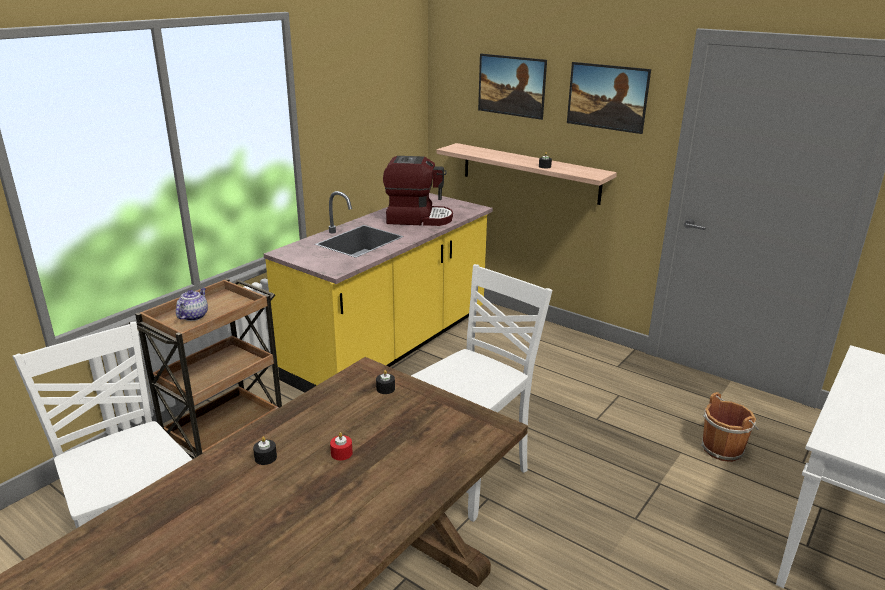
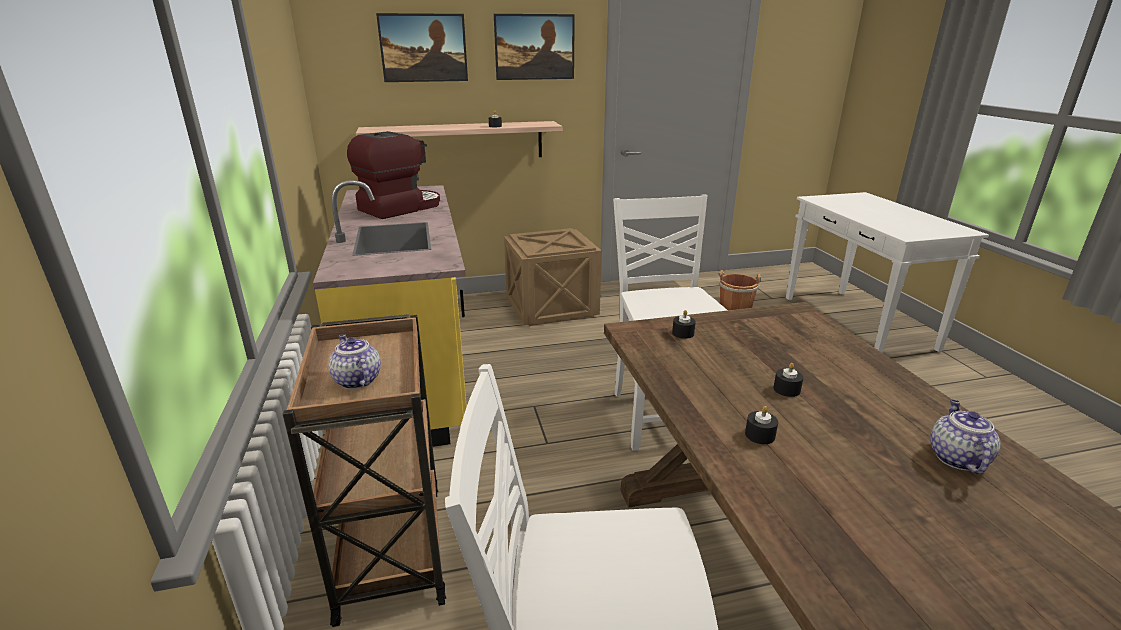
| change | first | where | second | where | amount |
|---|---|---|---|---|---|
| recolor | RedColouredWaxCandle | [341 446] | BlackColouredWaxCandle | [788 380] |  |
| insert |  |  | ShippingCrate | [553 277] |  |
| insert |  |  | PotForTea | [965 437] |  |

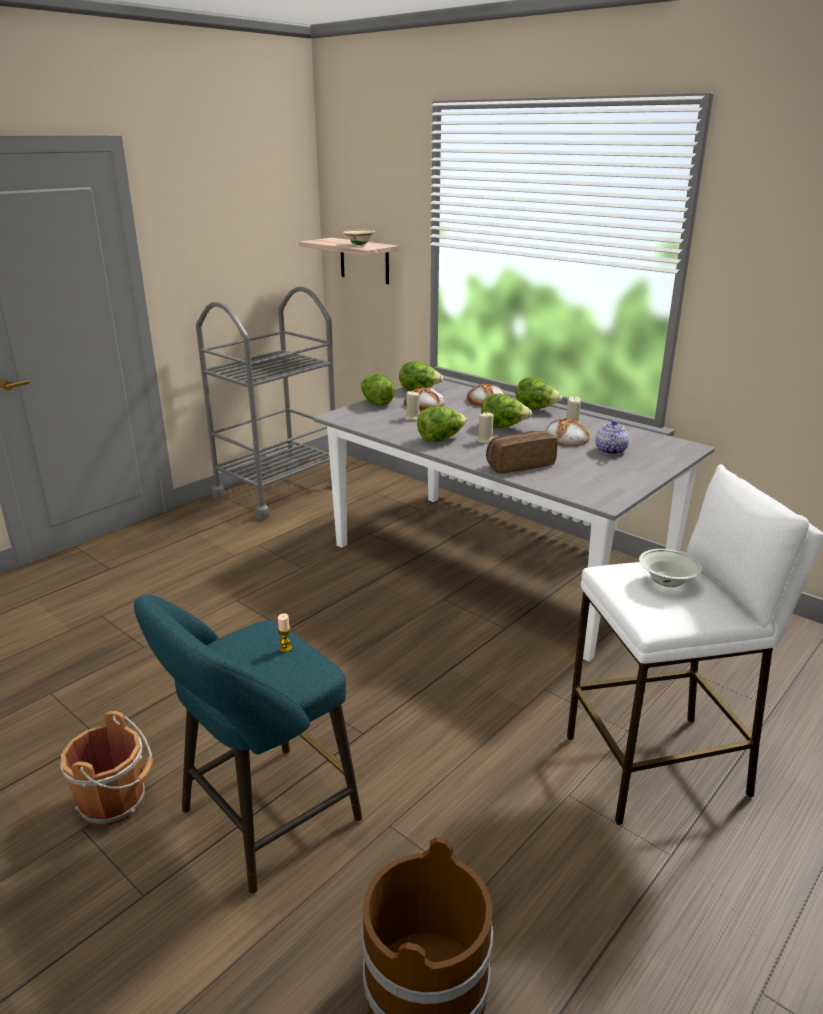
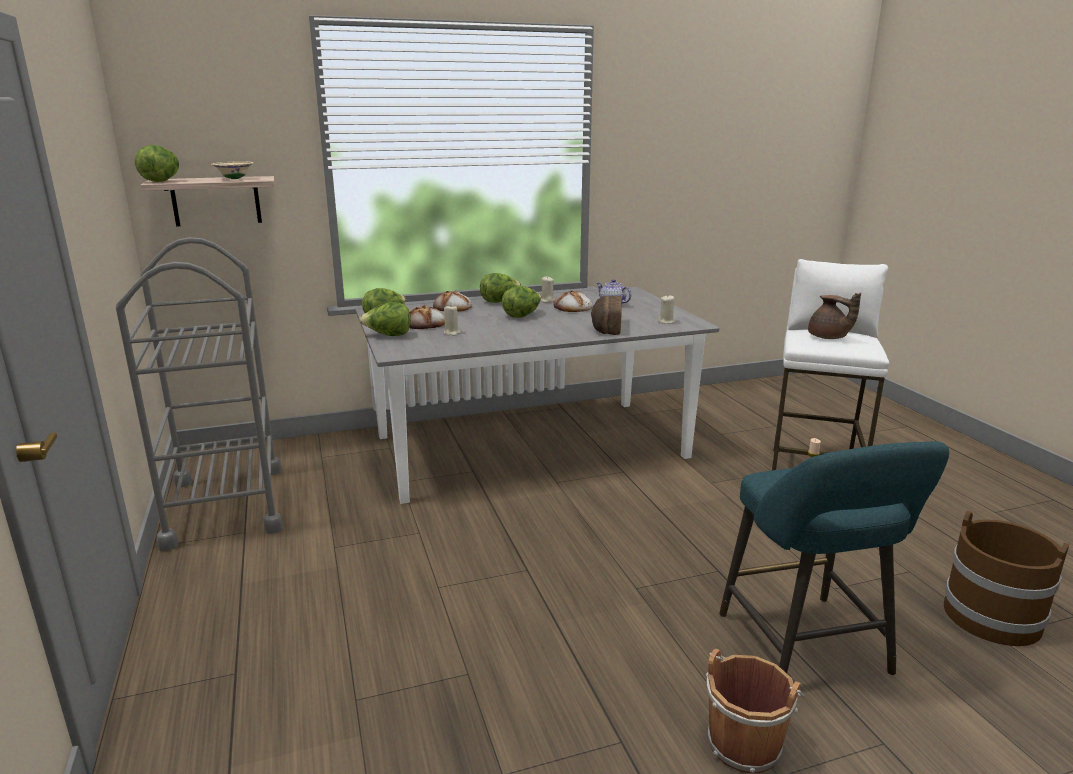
| change | first | where | second | where | amount |
|---|---|---|---|---|---|
| move | HeadOfLettuce | [442 424] |  | [157 163] |  |
| move | BeigeColouredWaxCandle | [485 428] |  | [666 310] |  |
| replace | WhitishDeepDish | [670 568] | BrownishPotForTea | [834 316] |  |

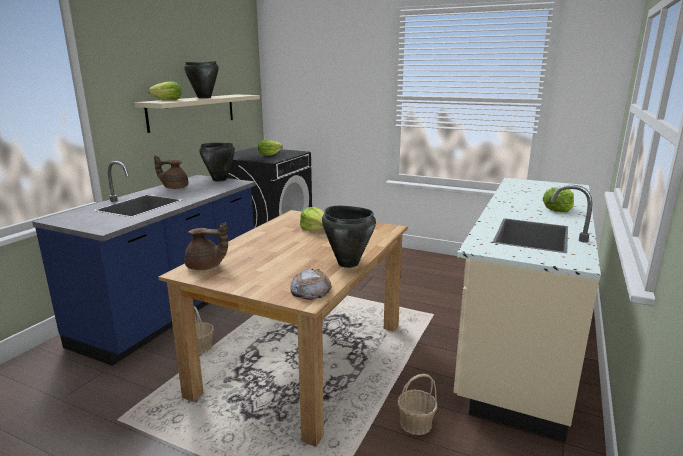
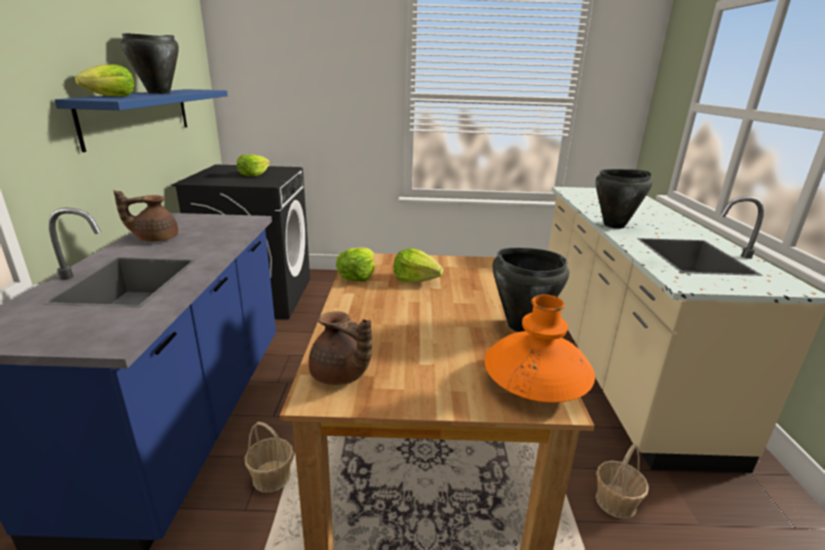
| change | first | where | second | where | amount |
|---|---|---|---|---|---|
| recolor | BeigeColouredBracketShelf | [197 113] | BlueColouredBracketShelf | [141 120] |  |
| move | BlackColouredCookingPot | [217 162] |  | [624 199] |  |
| move | HeadOfLettuce | [558 199] |  | [355 265] |  |
| rotate | BrownishPotForTea | [206 246] |  | [340 348] | 60 degrees clockwise |
| replace | Bread | [311 284] | OrangeDecorativeVase | [539 349] |  |

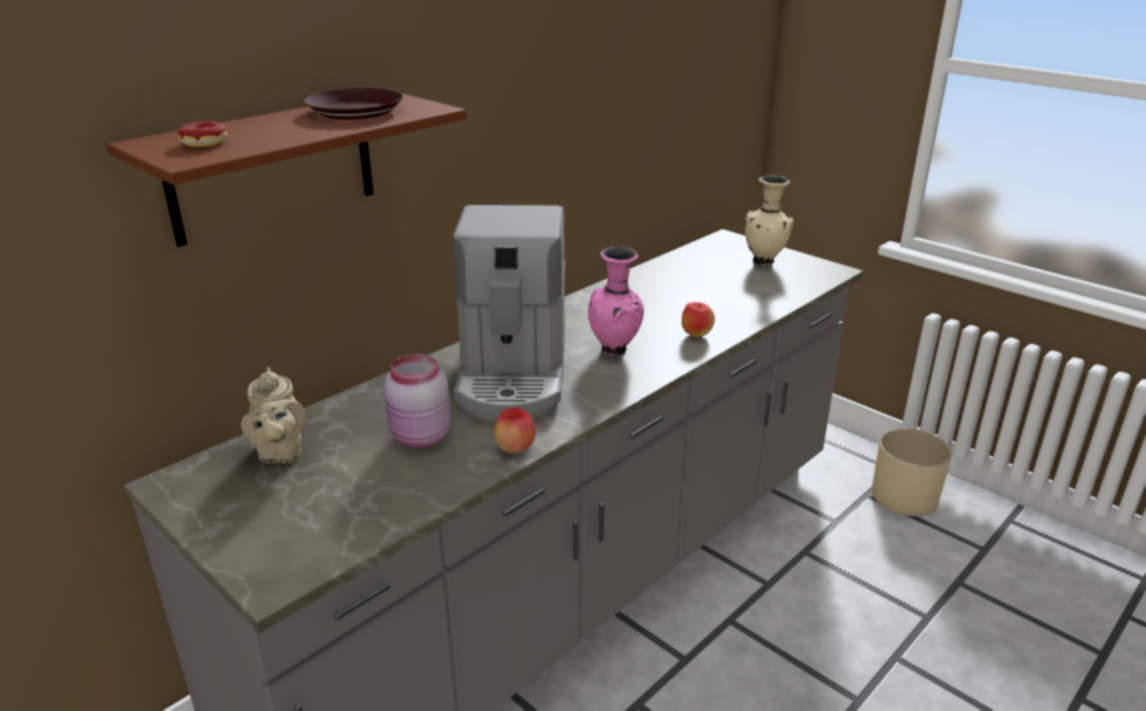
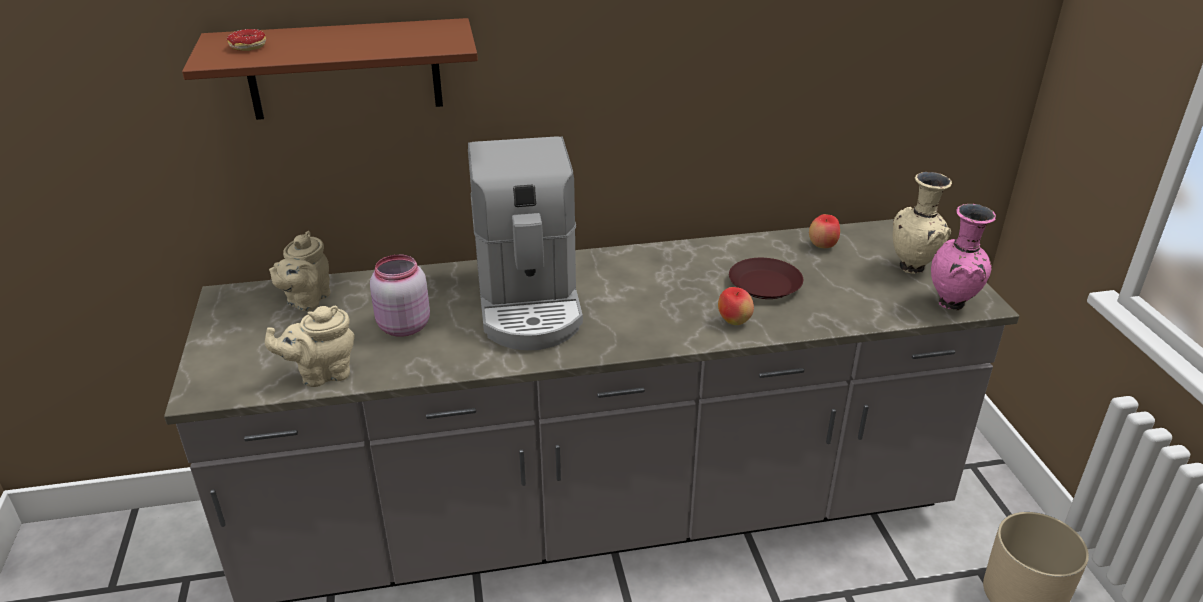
| change | first | where | second | where | amount |
|---|---|---|---|---|---|
| move | BrownishFlatDish | [354 104] |  | [766 278] |  |
| rotate | CoffeeMaker | [509 314] |  | [525 243] | 45 degrees counterclockwise |
| move | PinkishDecorativeVase | [616 301] |  | [963 257] |  |
| move | AppleFruit | [514 430] |  | [824 231] |  |
| insert |  |  | BeigeColouredPotForTea | [310 346] |  |

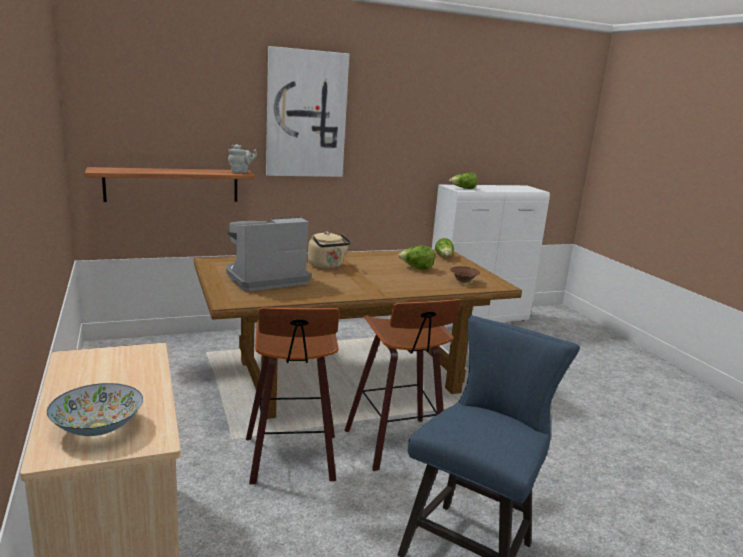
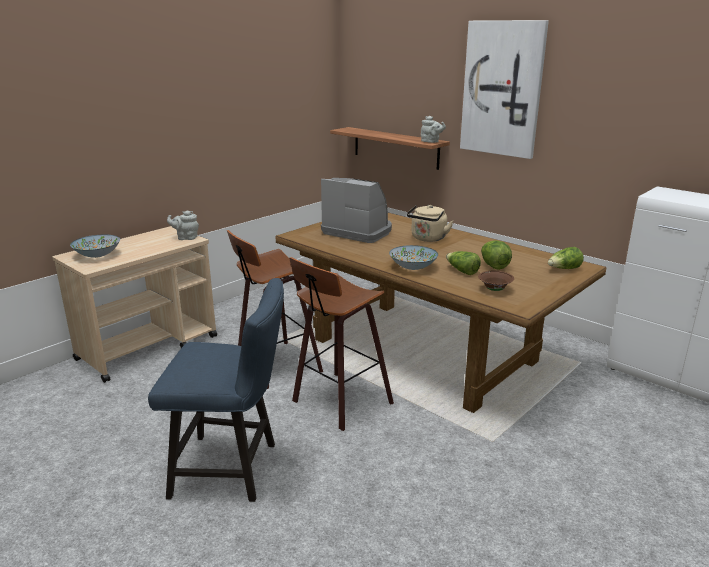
| change | first | where | second | where | amount |
|---|---|---|---|---|---|
| move | HeadOfLettuce | [463 181] |  | [463 263] |  |
| insert |  |  | GrayPotForTea | [183 225] |  |
| insert |  |  | DeepDish | [413 257] |  |

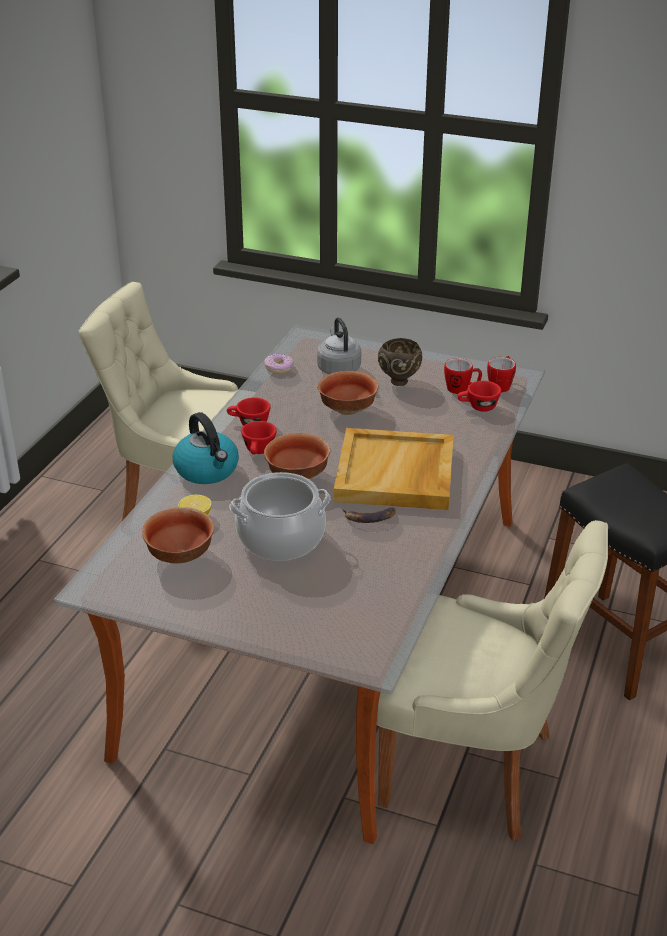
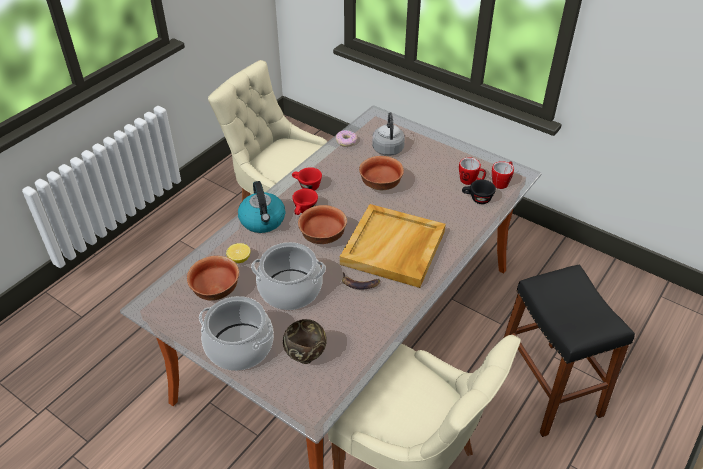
| change | first | where | second | where | amount |
|---|---|---|---|---|---|
| move | BrownishDeepDish | [400 362] |  | [305 341] |  |
| recolor | RedColouredCup | [479 396] | BlackColouredCup | [479 192] |  |
| insert |  |  | CookingPot | [236 333] |  |

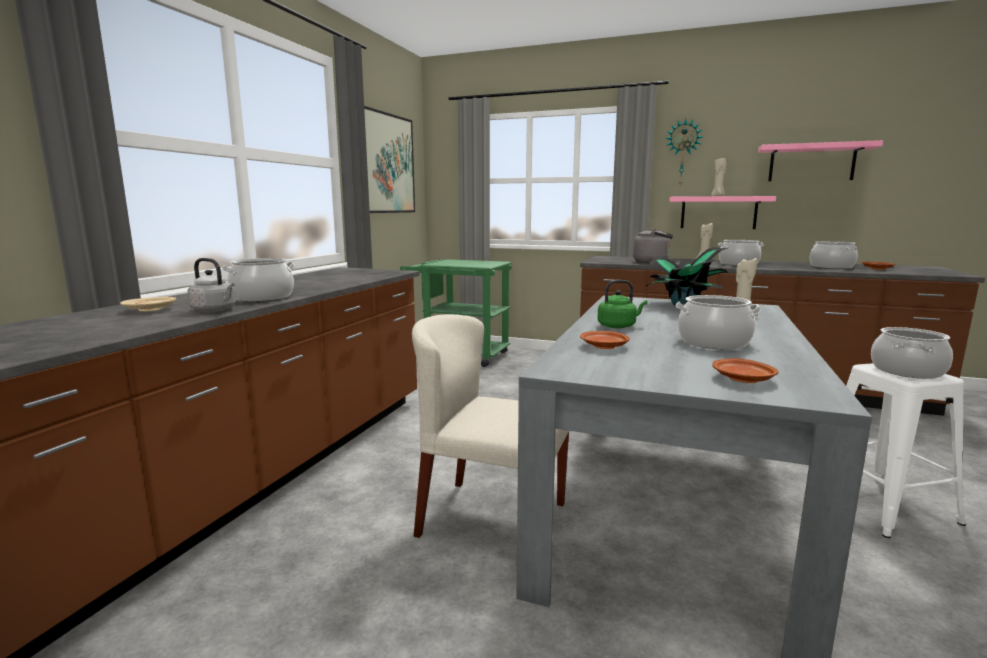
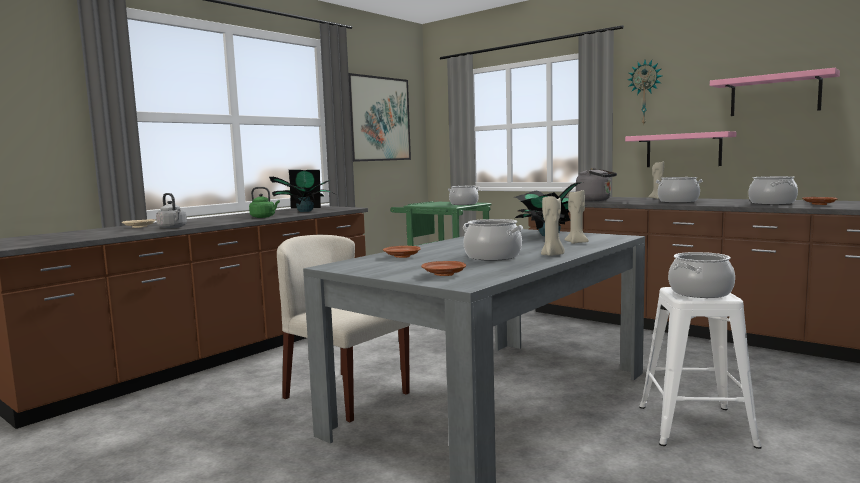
| change | first | where | second | where | amount |
|---|---|---|---|---|---|
| move | BeigeColouredWaxCandle | [718 177] |  | [553 225] |  |
| move | CookingPot | [259 280] |  | [463 195] |  |
| move | GreenTeaKettle | [622 304] |  | [264 202] |  |
| insert |  |  | Houseplant | [301 191] |  |

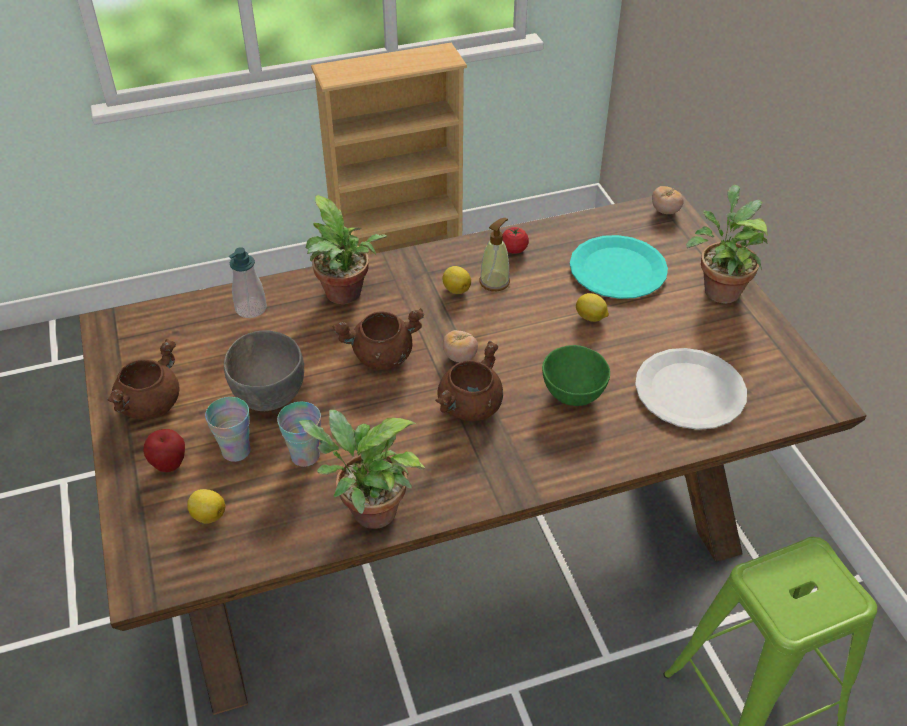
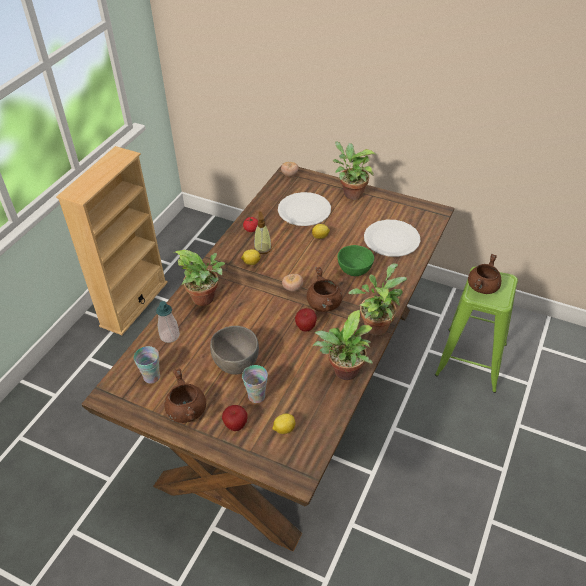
| change | first | where | second | where | amount |
|---|---|---|---|---|---|
| recolor | BlueGreenFlatDish | [619 267] | WhitishFlatDish | [304 209] |  |
| move | BrownishCookingPot | [378 339] |  | [484 274] |  |
| move | Cup | [299 434] |  | [147 365] |  |
| insert |  |  | Houseplant | [377 300] |  |
| insert |  |  | AppleFruit | [306 320] |  |

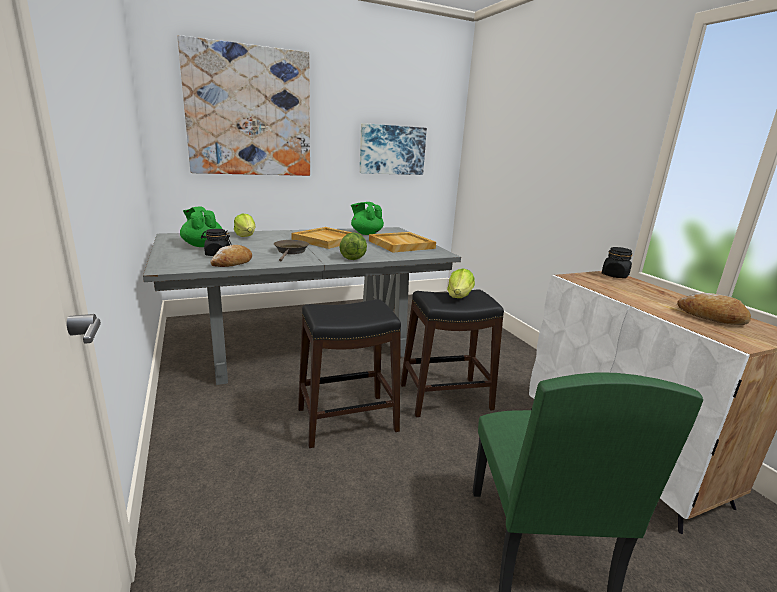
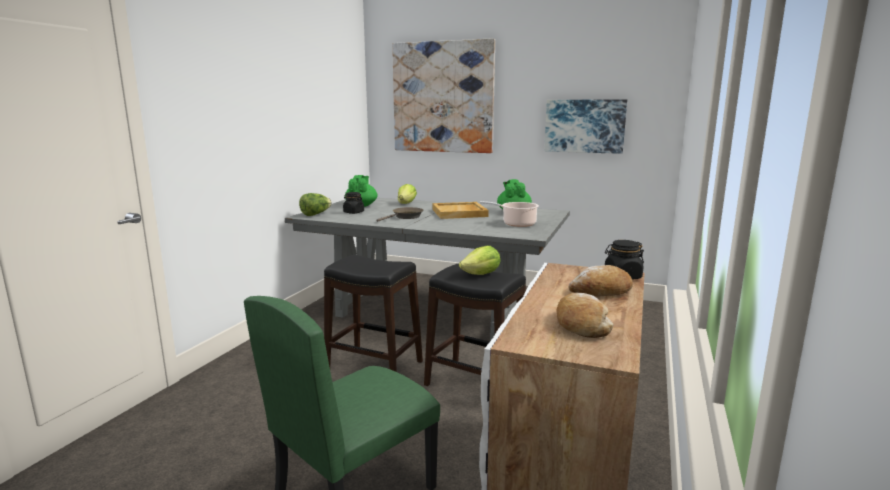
| change | first | where | second | where | amount |
|---|---|---|---|---|---|
| move | HeadOfLettuce | [353 246] |  | [315 204] |  |
| replace | BeigeColouredServingTray | [402 242] | CookingPot | [509 214] |  |
| move | Bread | [231 256] |  | [600 280] |  |

